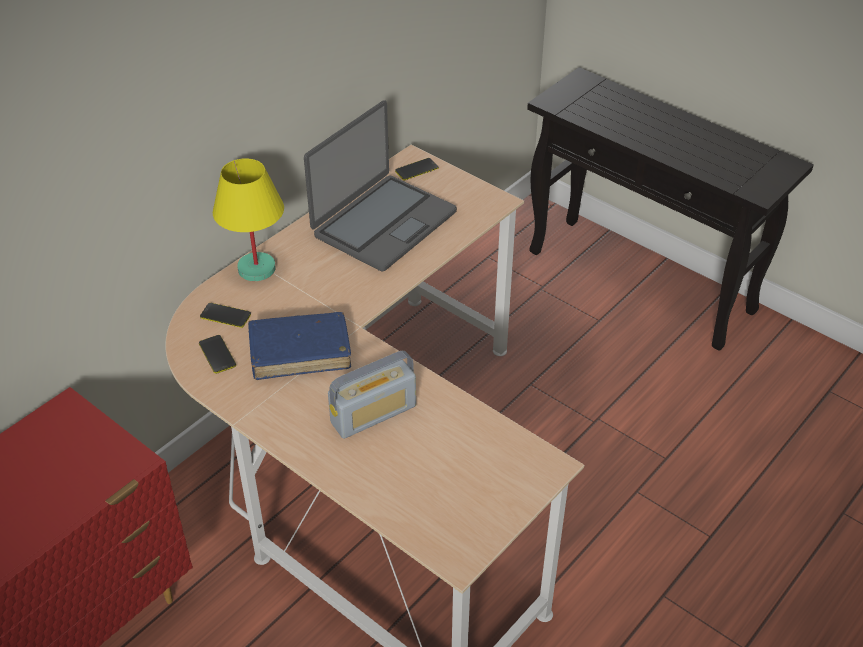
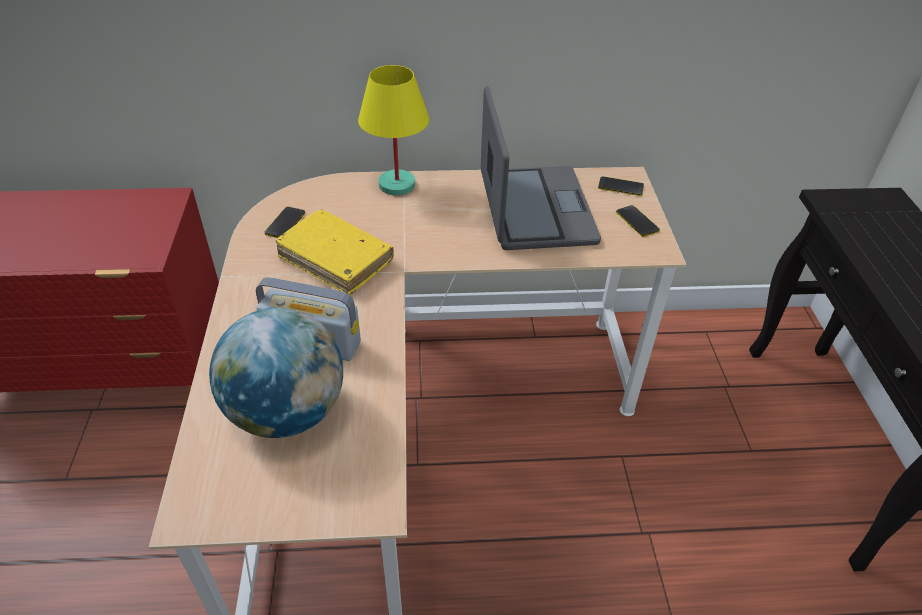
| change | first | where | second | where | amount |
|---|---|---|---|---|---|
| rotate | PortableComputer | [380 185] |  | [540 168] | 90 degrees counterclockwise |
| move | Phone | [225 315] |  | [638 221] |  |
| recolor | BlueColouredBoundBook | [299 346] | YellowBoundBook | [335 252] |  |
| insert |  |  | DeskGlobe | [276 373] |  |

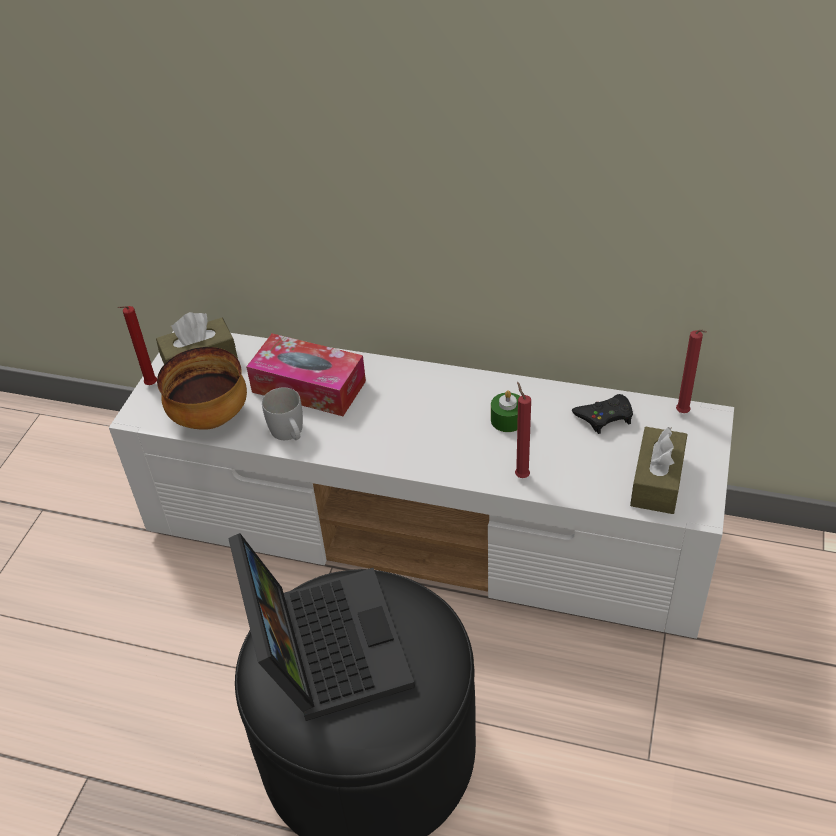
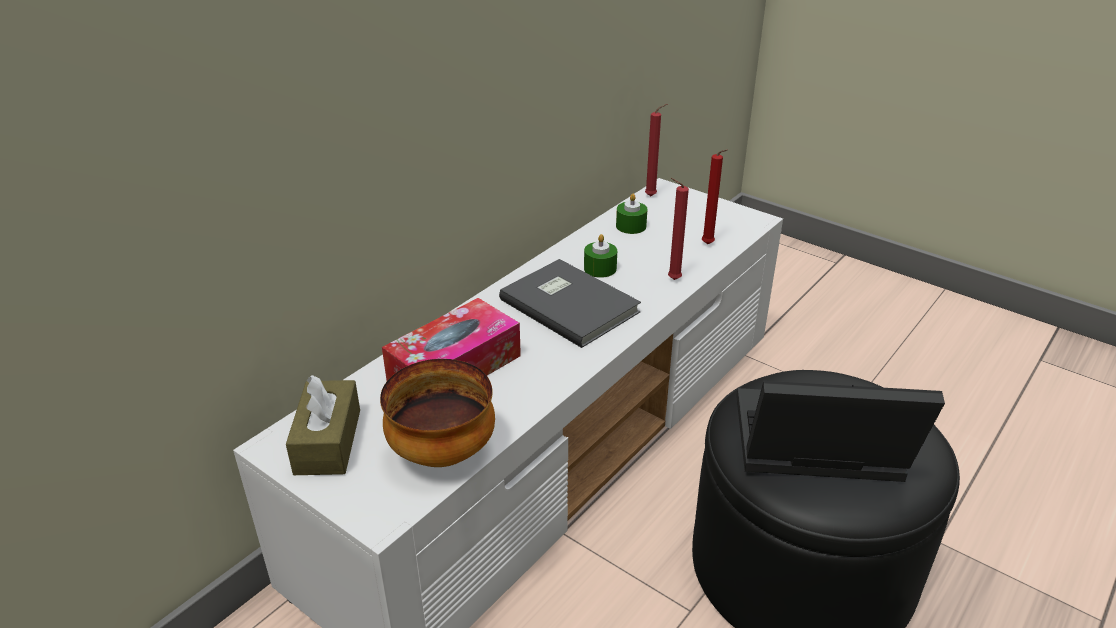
| change | first | where | second | where | amount |
|---|---|---|---|---|---|
| move | RedColouredWaxCandle | [137 345] |  | [715 196] |  |
| delete | WhitishCoffeeMug | [282 414] |  |  |  |
| replace | BlackColouredGamepad | [602 414] | GreenWaxCandle | [631 213] |  |
| delete | BrownishTissueHolder | [659 470] |  |  |  |
| insert |  |  | GrayBoundBook | [570 303] |  |

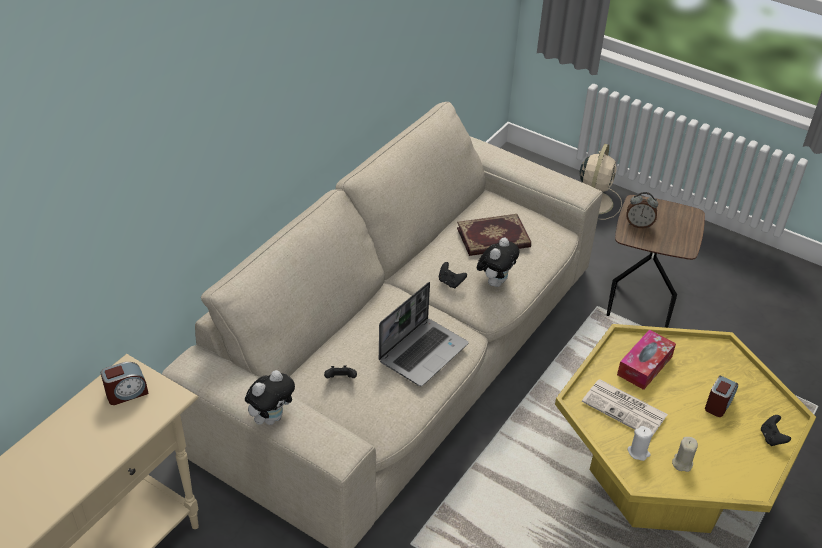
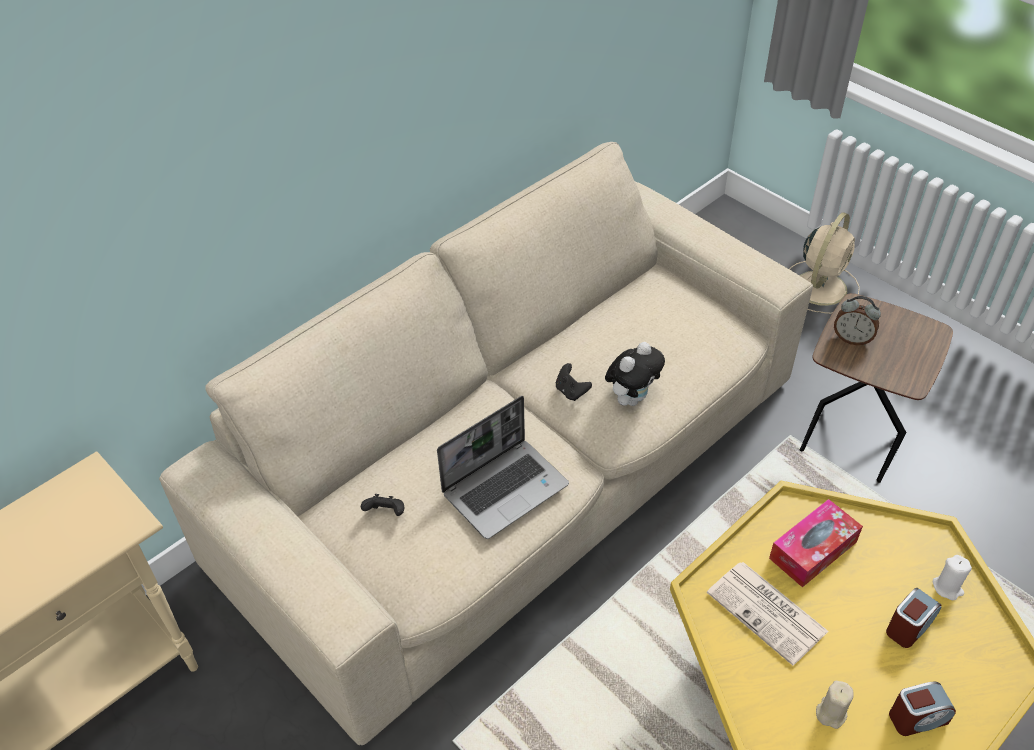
| change | first | where | second | where | amount |
|---|---|---|---|---|---|
| delete | BoundBook | [494 235] |  |  |  |
| move | TableClock | [125 383] |  | [922 708] |  |
| delete | SoftToy | [270 397] |  |  |  |
| delete | BlackColouredGamepad | [776 430] |  |  |  |
| move | WhitishWaxCandle | [640 443] |  | [952 577] |  |

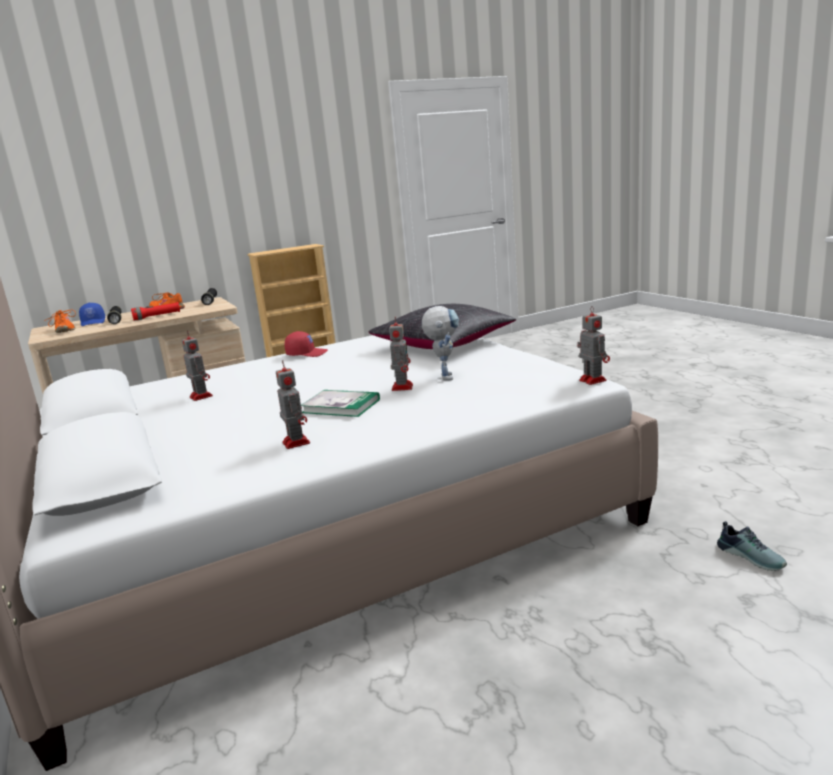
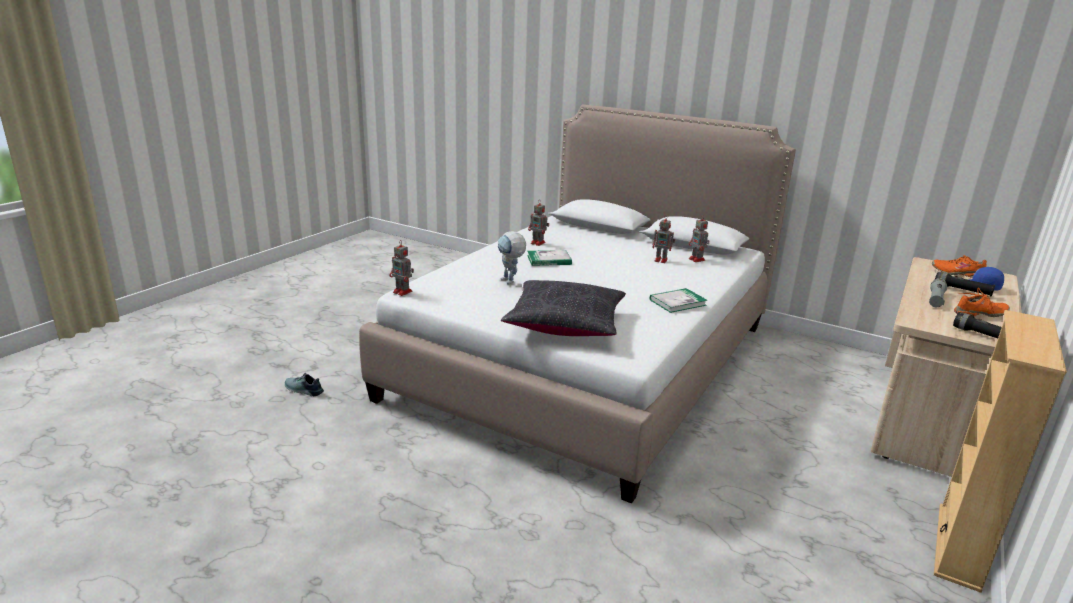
| change | first | where | second | where | amount |
|---|---|---|---|---|---|
| recolor | RedColouredTorch | [155 311] | GrayTorch | [938 292] |  |
| move | ToyRobot | [401 354] |  | [699 238] |  |
| replace | RedColouredCap | [306 344] | BoundBook | [678 300] |  |

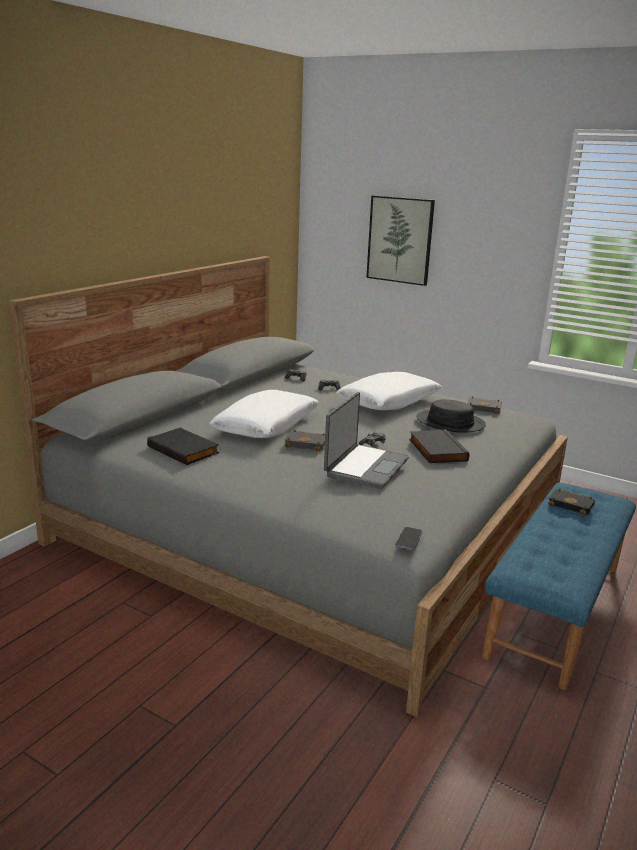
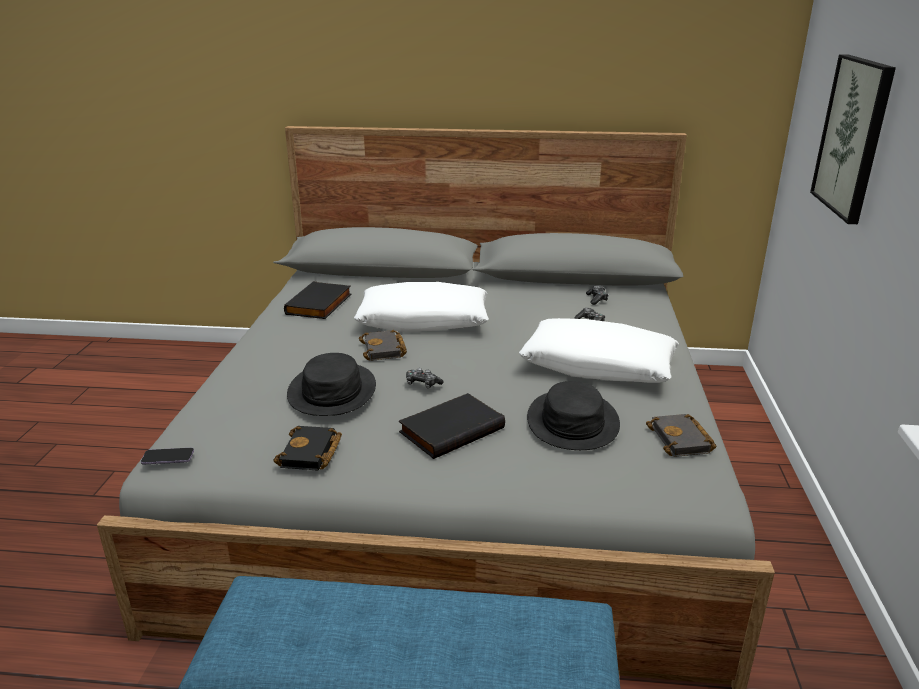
| change | first | where | second | where | amount |
|---|---|---|---|---|---|
| replace | PortableComputer | [366 440] | BlackColouredWearableHat | [331 384] |  |
| move | BlackColouredBoundBook | [571 501] |  | [307 448] |  |

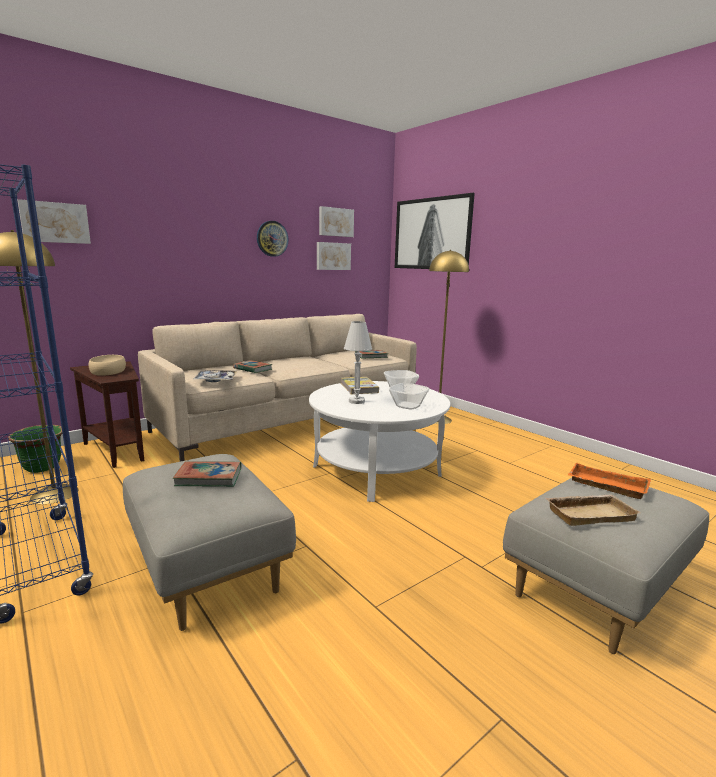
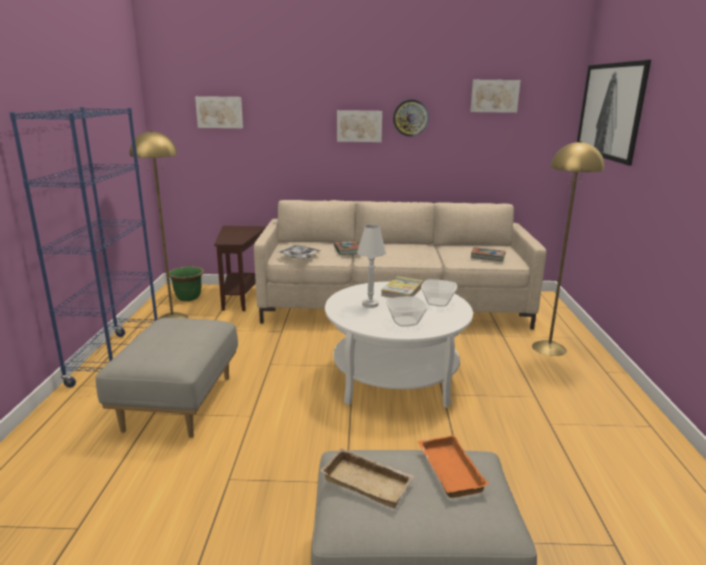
| change | first | where | second | where | amount |
|---|---|---|---|---|---|
| move | Picture | [334 256] |  | [359 126] |  |
| delete | BeigeColouredDeepDish | [107 365] |  |  |  |
| delete | BoundBook | [207 474] |  |  |  |

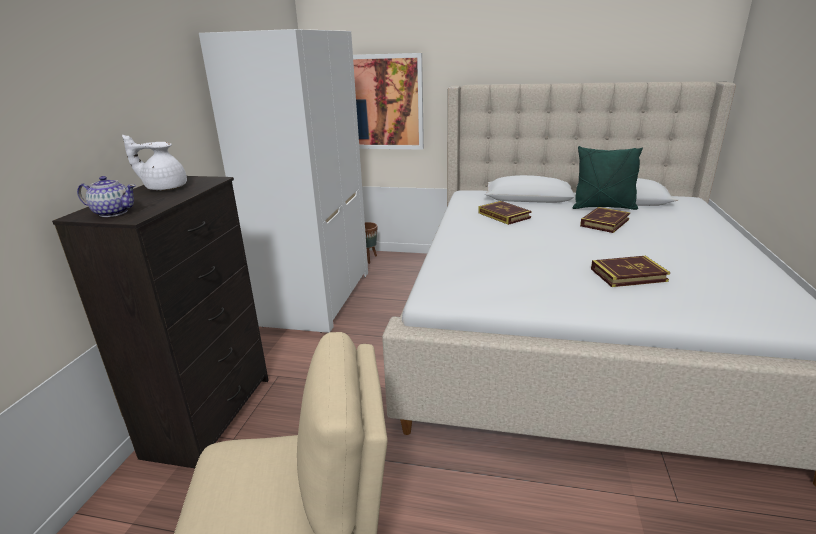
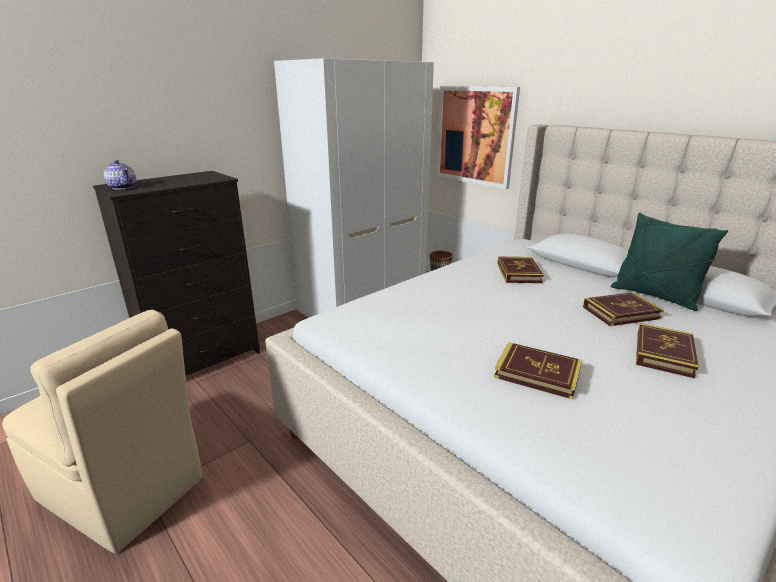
| change | first | where | second | where | amount |
|---|---|---|---|---|---|
| delete | WhitishPotForTea | [154 162] |  |  |  |
| insert |  |  | BoundBook | [667 350] |  |

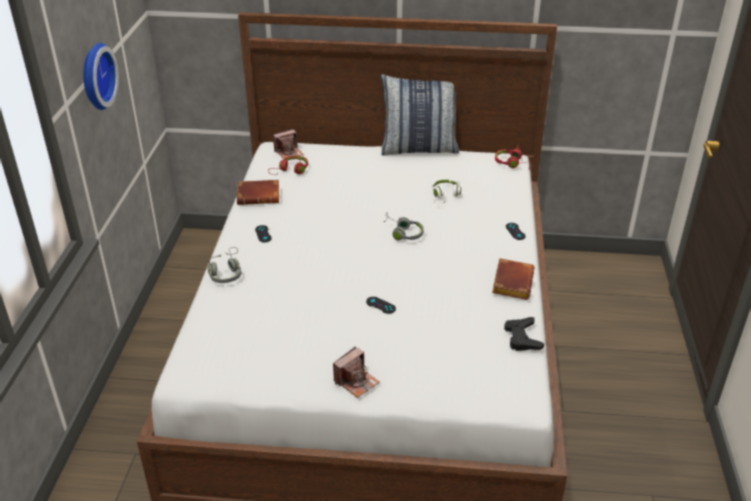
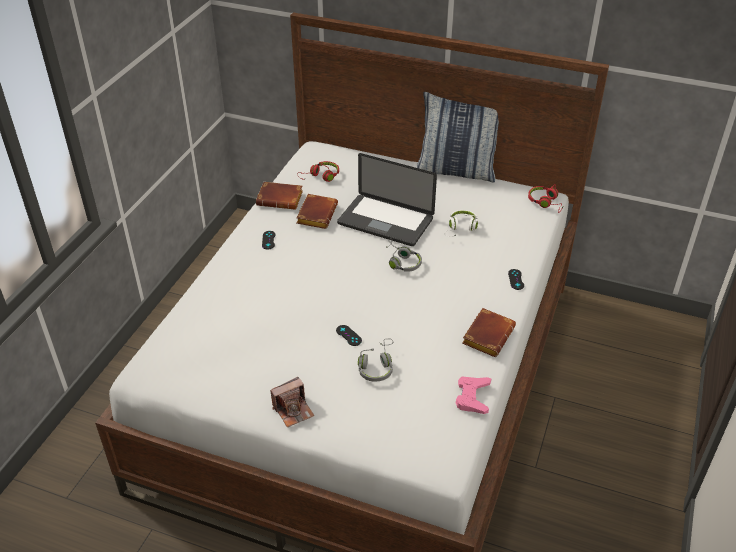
| change | first | where | second | where | amount |
|---|---|---|---|---|---|
| delete | HangingClock | [101 76] |  |  |  |
| delete | StillCamera | [288 144] |  |  |  |
| move | GrayHeadphones | [225 265] |  | [375 360] |  |
| recolor | BlackColouredGamepad | [524 334] | PinkishGamepad | [473 395] |  |
| insert |  |  | PortableComputer | [387 199] |  |
| insert |  |  | BrownishBoundBook | [317 211] |  |

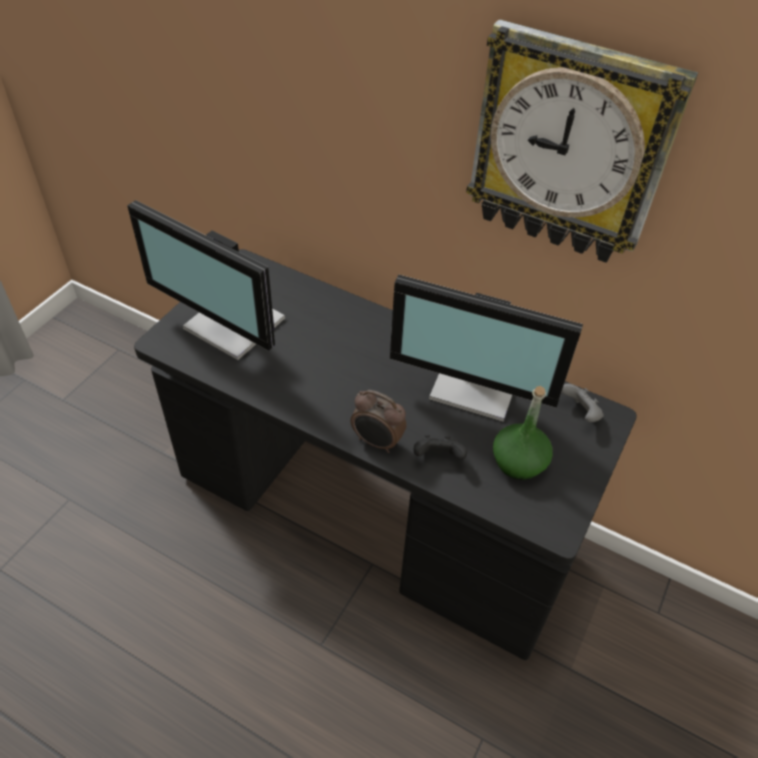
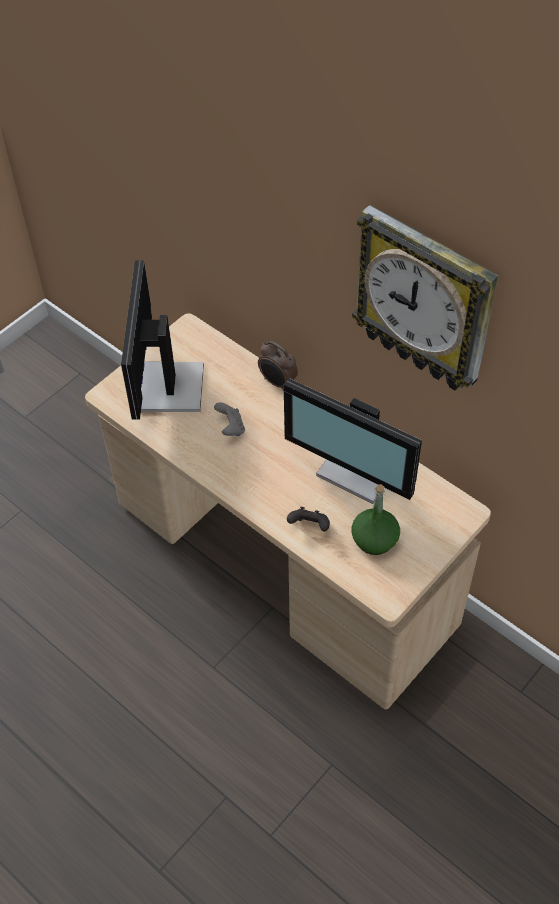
| change | first | where | second | where | amount |
|---|---|---|---|---|---|
| rotate | ComputerScreen | [206 280] |  | [162 339] | 45 degrees clockwise |
| recolor | BlackColouredDesk | [385 454] | BeigeColouredDesk | [288 511] |  |
| move | GrayGamepad | [583 402] |  | [229 419] |  |
| move | TableClock | [379 421] |  | [278 366] |  |

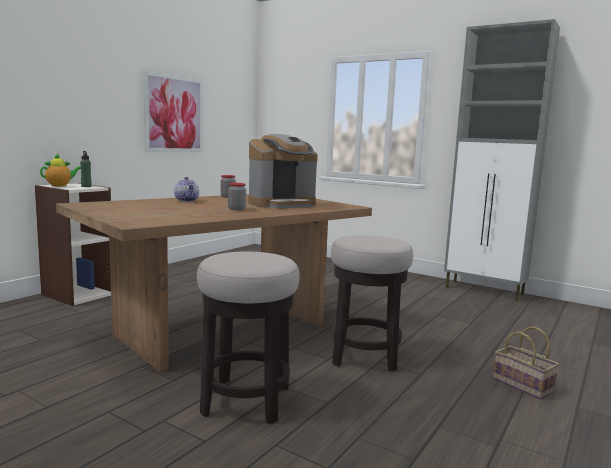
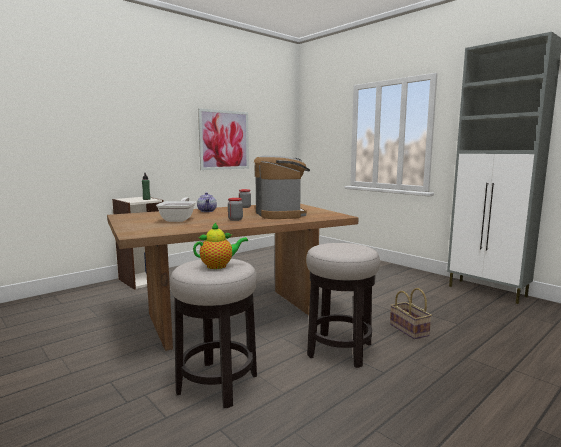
| change | first | where | second | where | amount |
|---|---|---|---|---|---|
| rotate | CoffeeMaker | [283 171] |  | [282 187] | 90 degrees counterclockwise |
| move | PotForTea | [60 170] |  | [220 246] |  |
| move | StorageBasket | [526 363] |  | [411 313] |  |
| insert |  |  | Pan | [176 210] |  |

